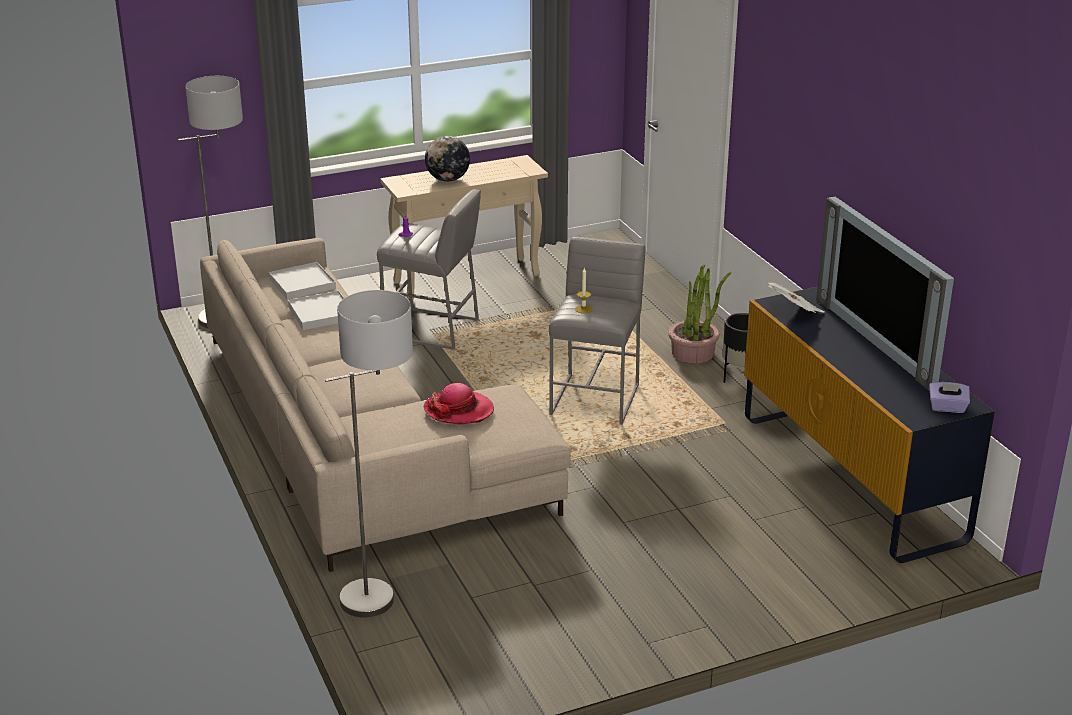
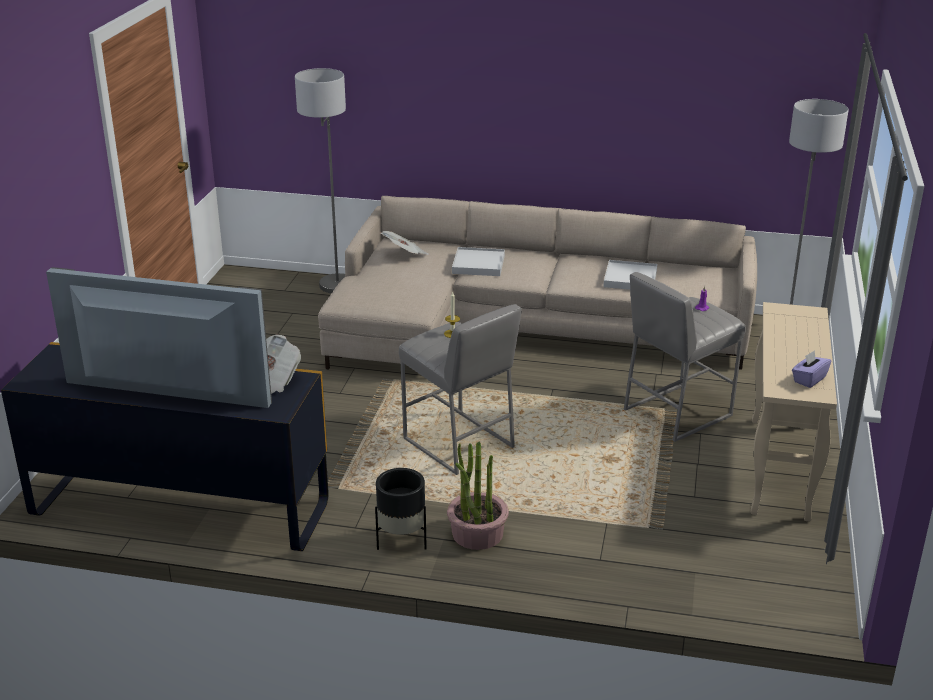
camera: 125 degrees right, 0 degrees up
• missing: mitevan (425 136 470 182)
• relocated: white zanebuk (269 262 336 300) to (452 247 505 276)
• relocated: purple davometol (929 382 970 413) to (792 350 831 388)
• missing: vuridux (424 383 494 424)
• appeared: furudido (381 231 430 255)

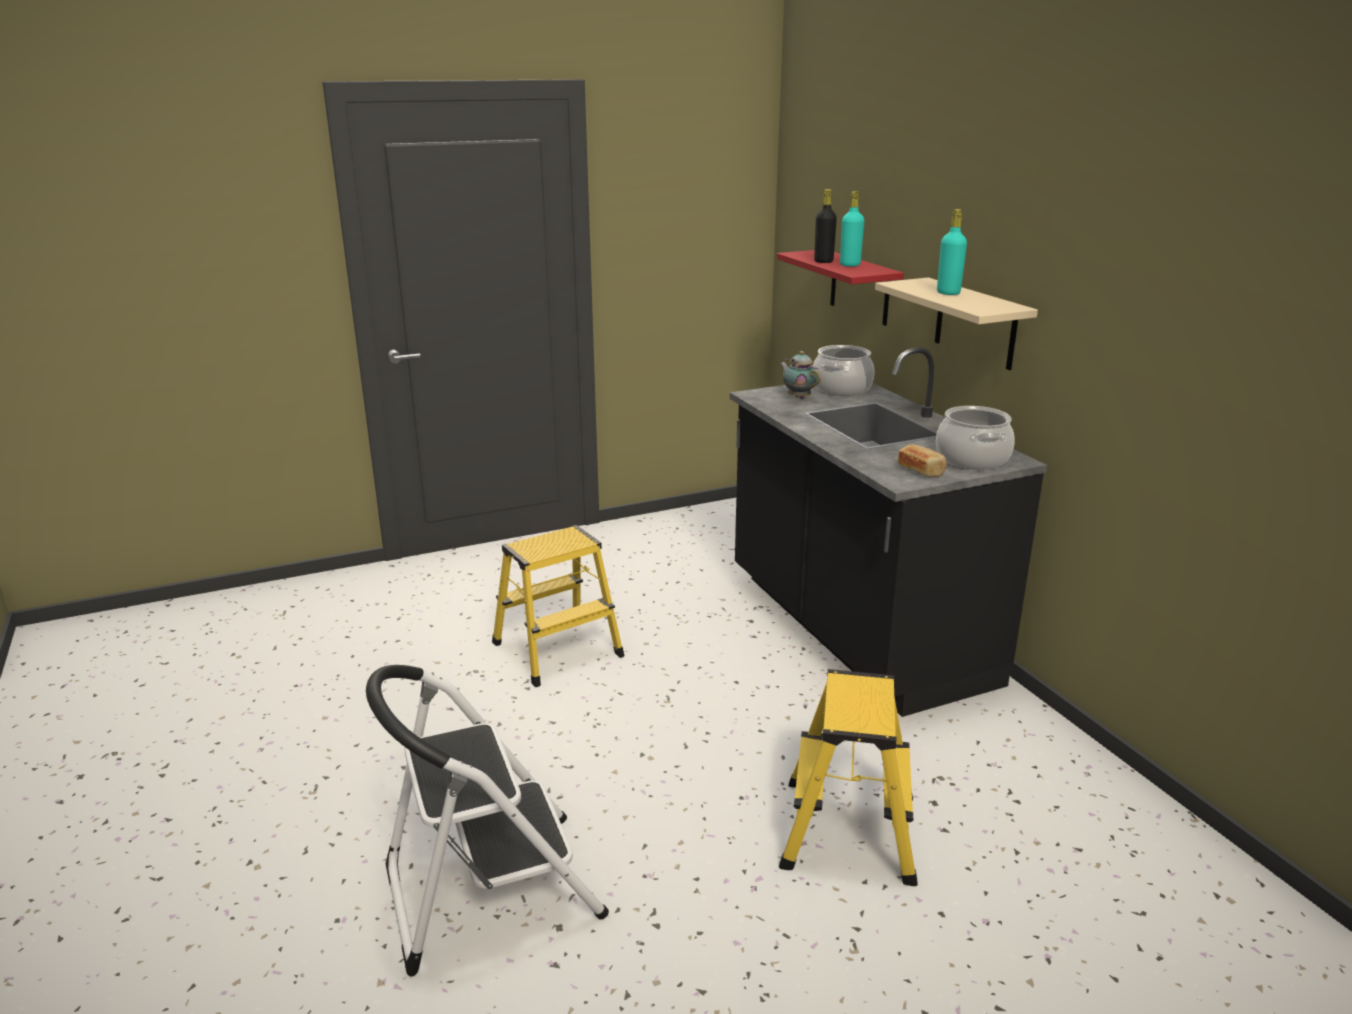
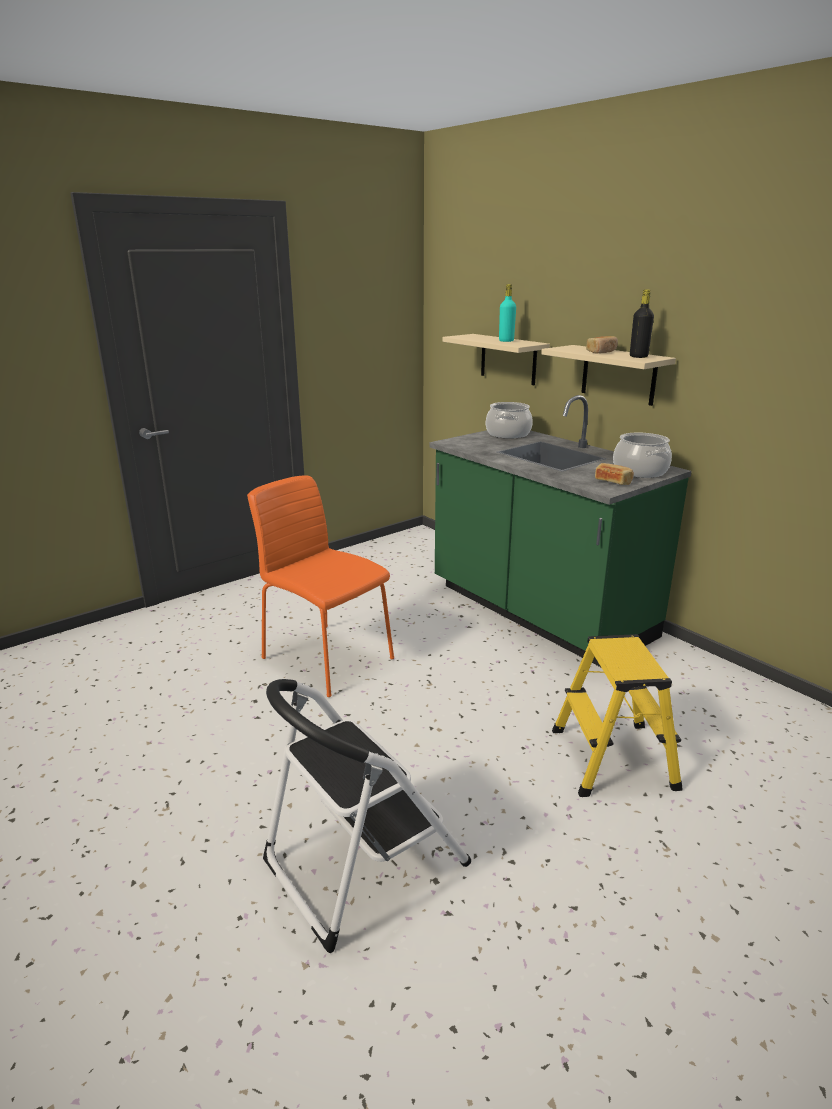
camera: 15 degrees left, 0 degrees up
• relocated: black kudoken (814 189 837 263) to (630 289 654 358)
• exchanged: turquoise kudoken (937 209 967 295) to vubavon (586 336 618 353)
• colour: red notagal (777 250 904 326) to beige notagal (443 334 550 385)
• colour: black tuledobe (730 347 1047 717) to green tuledobe (429 395 692 667)
• missing: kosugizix (779 351 821 399)
• exchanged: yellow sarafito (492 525 624 687) to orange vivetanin (247 475 394 697)

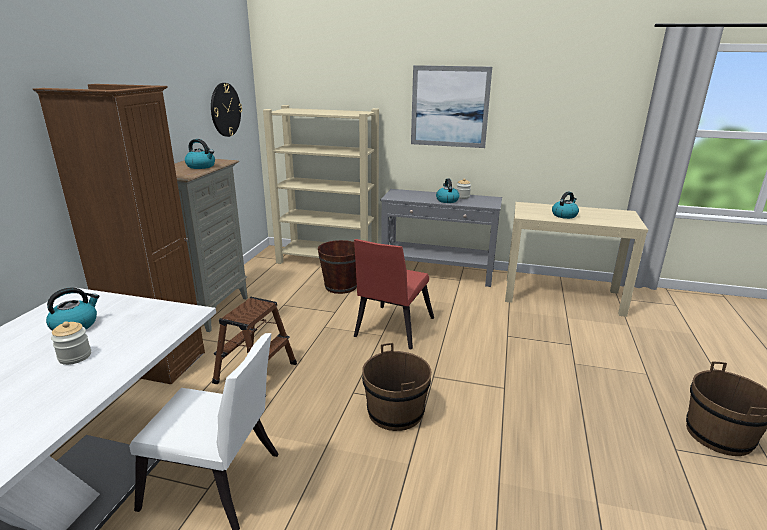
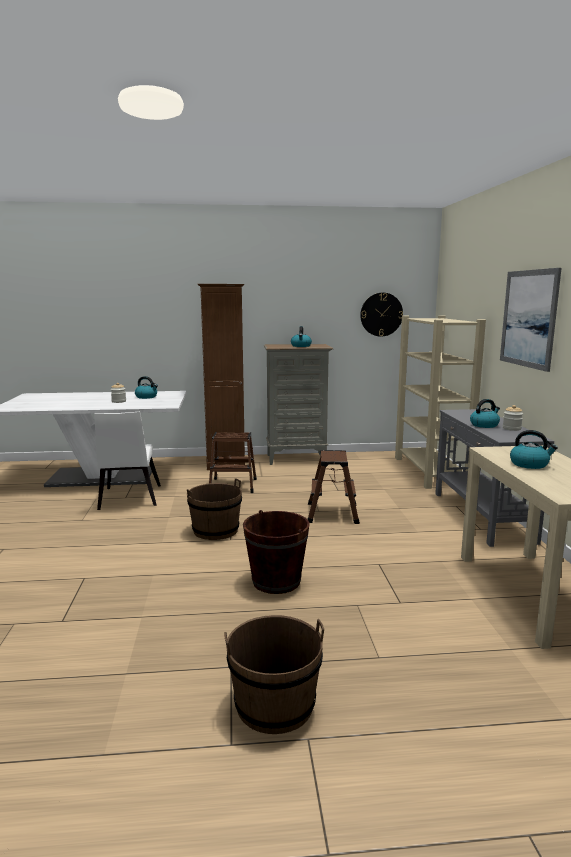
camera: 70 degrees right, 10 degrees down
• exchanged: red vivetanin (354 239 434 350) to brown sarafito (308 450 360 524)
• relocated: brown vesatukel (318 240 357 294) to (243 510 310 594)

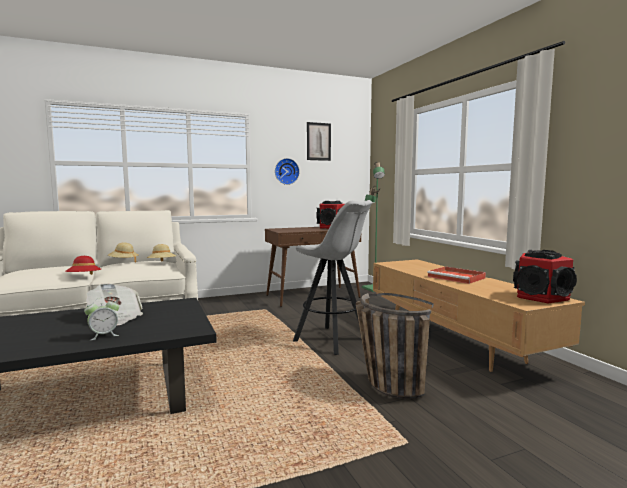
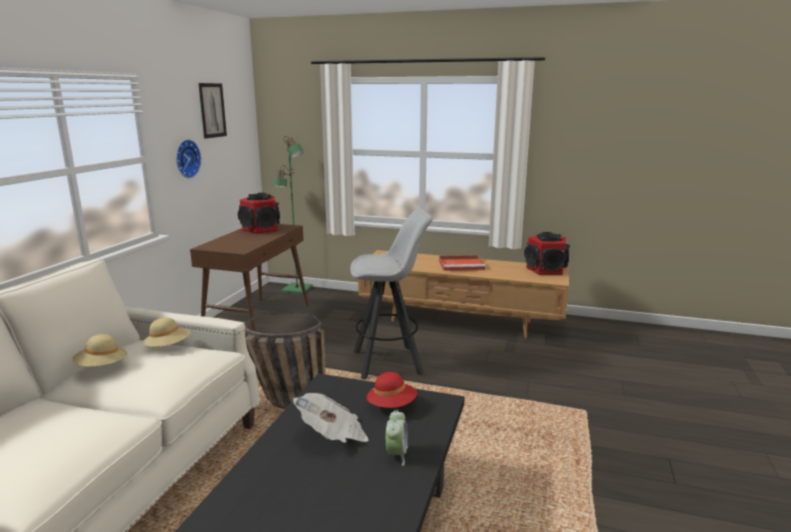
camera: 50 degrees left, 10 degrees up
• relocated: red vuridux (65 256 101 275) to (367 372 417 408)
• relocated: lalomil (356 293 434 399) to (244 312 326 409)

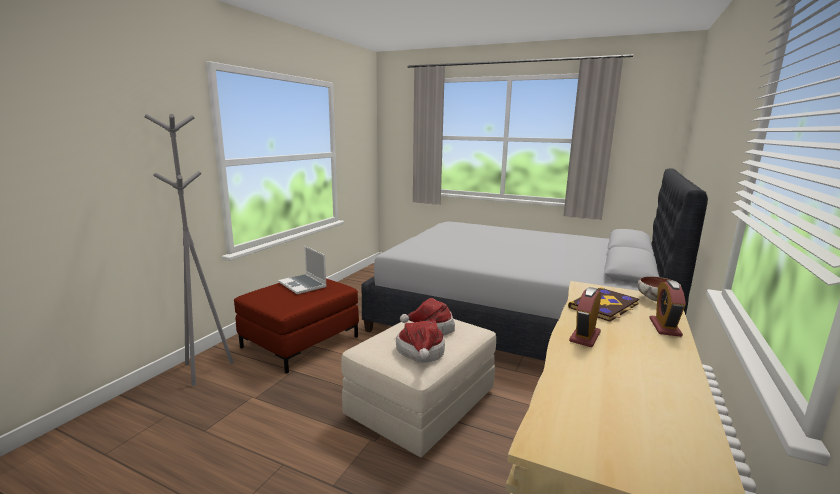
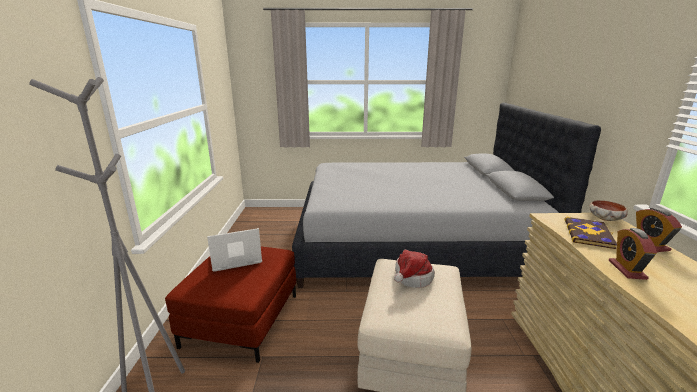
camera: 25 degrees left, 5 degrees up
• spun: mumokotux (278 246 327 294) = (207 228 262 272) 135 degrees clockwise
• missing: vuridux (396 321 445 363)

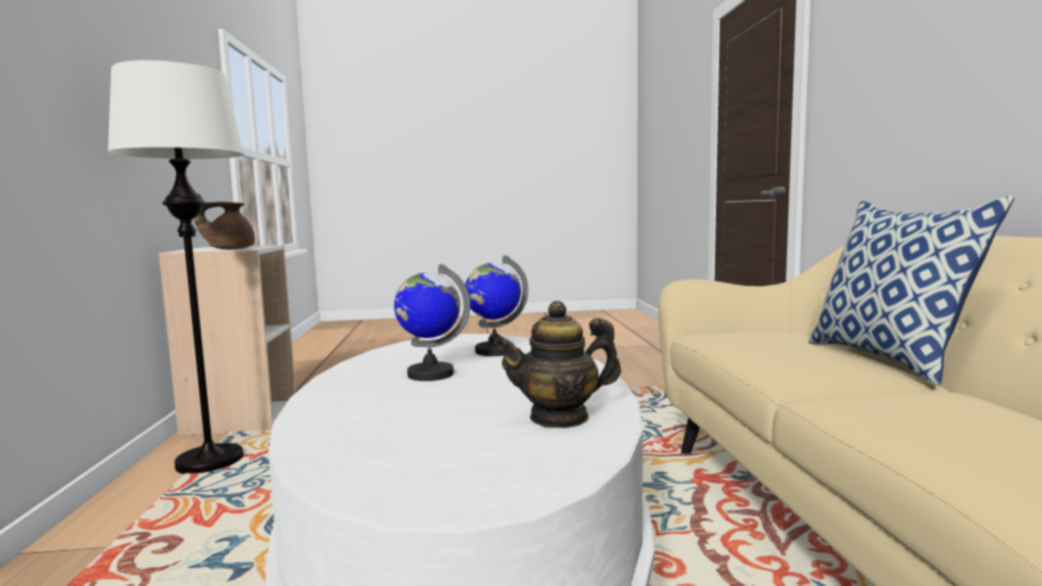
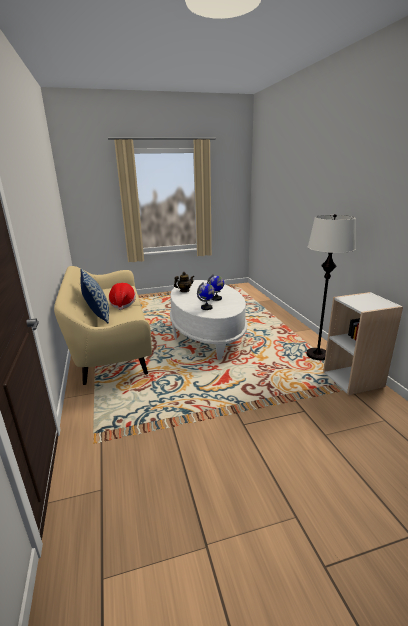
camera: 170 degrees right, 15 degrees up
• missing: brown kosugizix (194 194 255 249)
• appeared: vuridux (109 283 136 310)

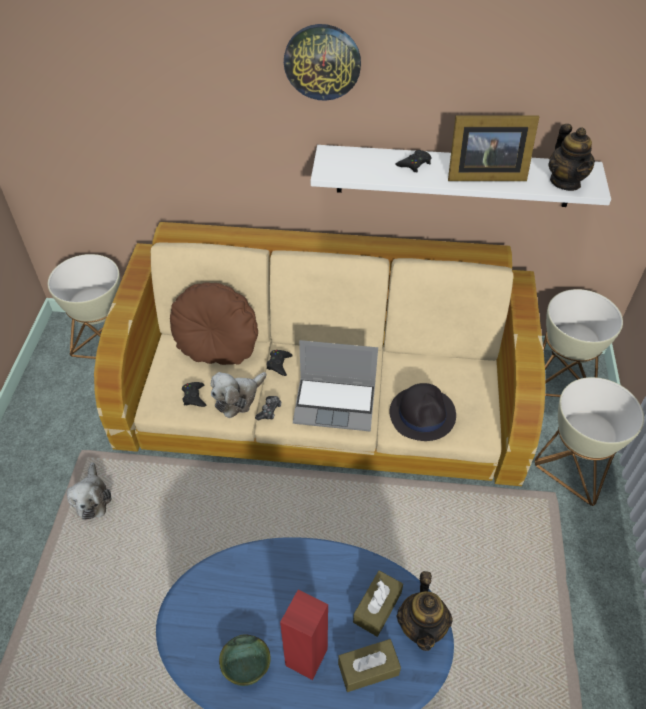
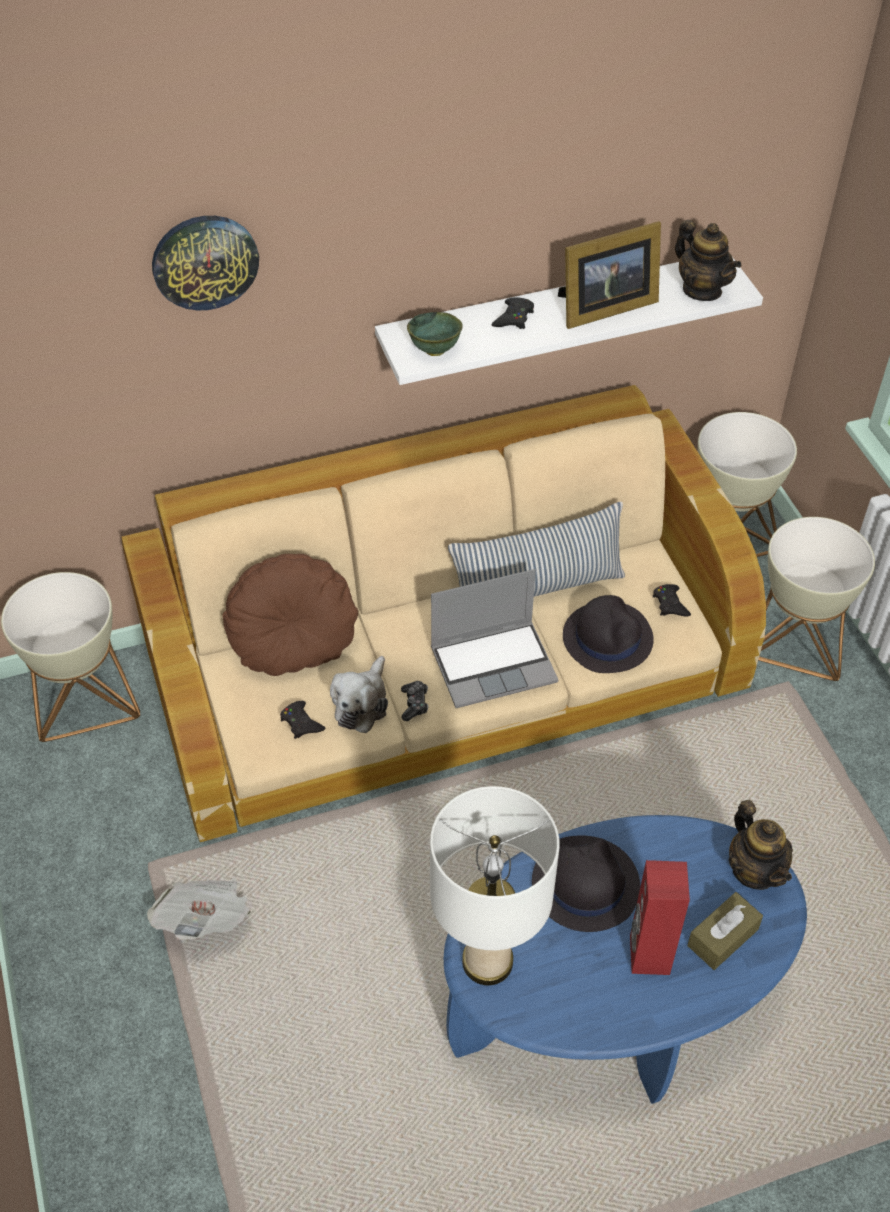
camera: 25 degrees left, 0 degrees up
• relocated: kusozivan (284 24 361 101) to (152 216 259 311)
• relocated: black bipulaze (267 350 293 376) to (653 584 691 616)
• exchanged: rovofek (67 462 111 520) to furudido (147 877 251 940)
• missing: brown davometol (353 570 403 637)
• relocated: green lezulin (219 634 271 686) to (407 312 463 356)
• appeared: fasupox (448 502 625 597)
• appeared: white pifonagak (430 786 560 985)
• appeared: black vuridux (532 836 640 932)

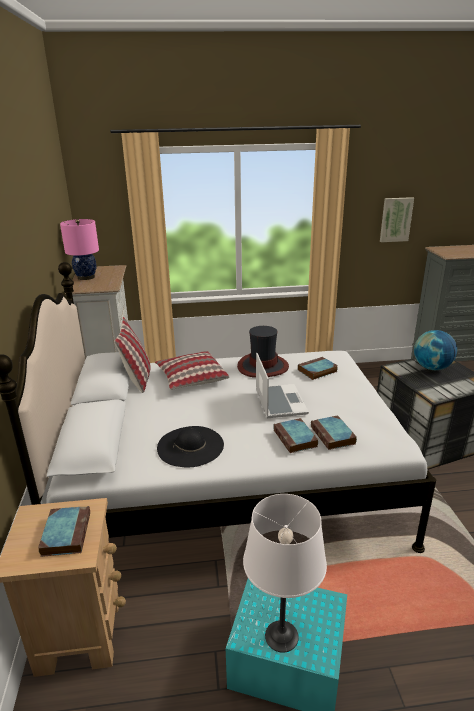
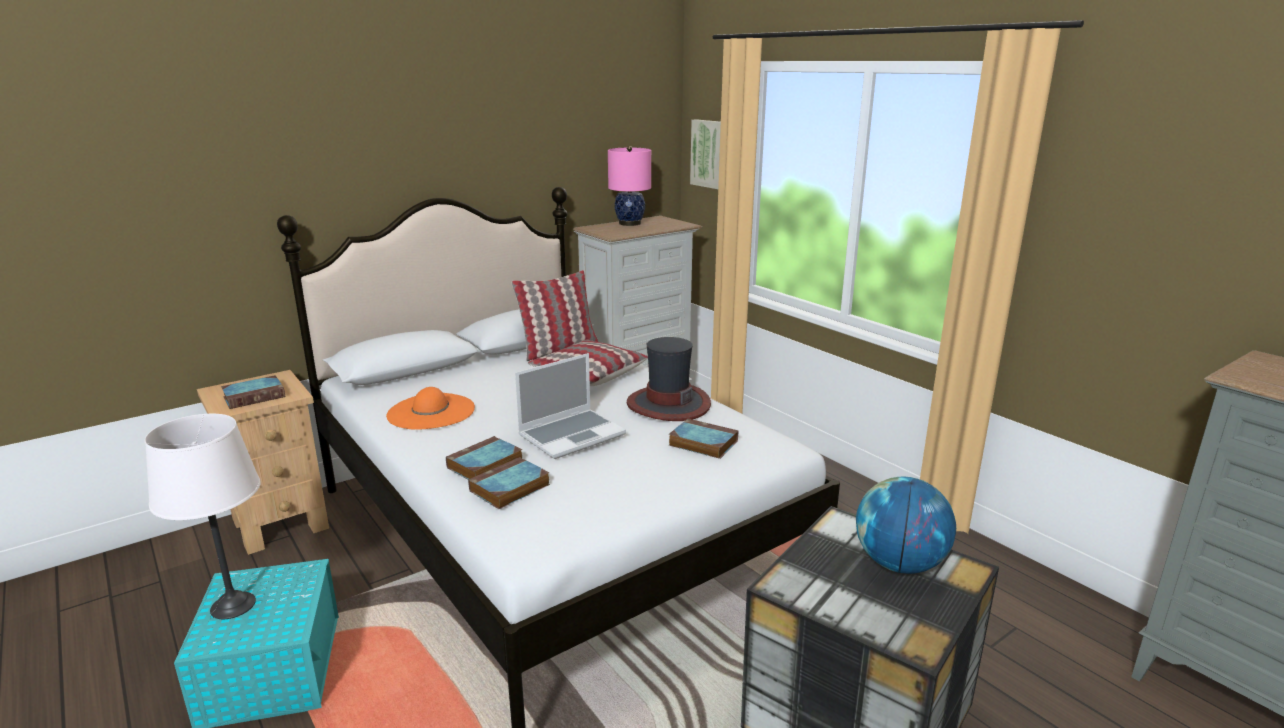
camera: 60 degrees right, 5 degrees down
• relocated: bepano (380 197 414 242) to (690 119 721 189)
• colour: black vuridux (157 426 224 467) to orange vuridux (386 387 475 430)

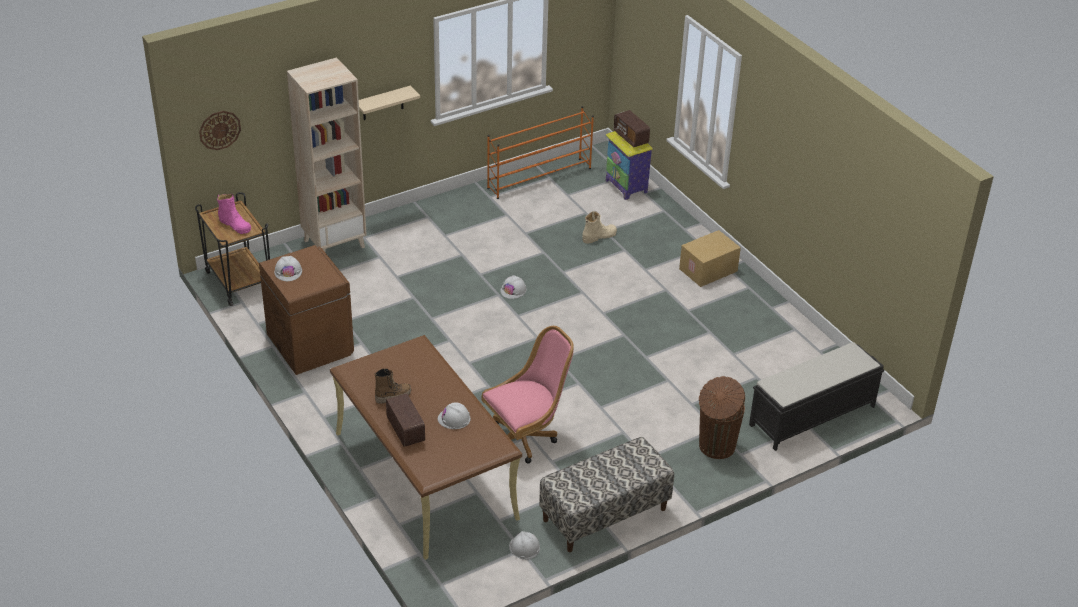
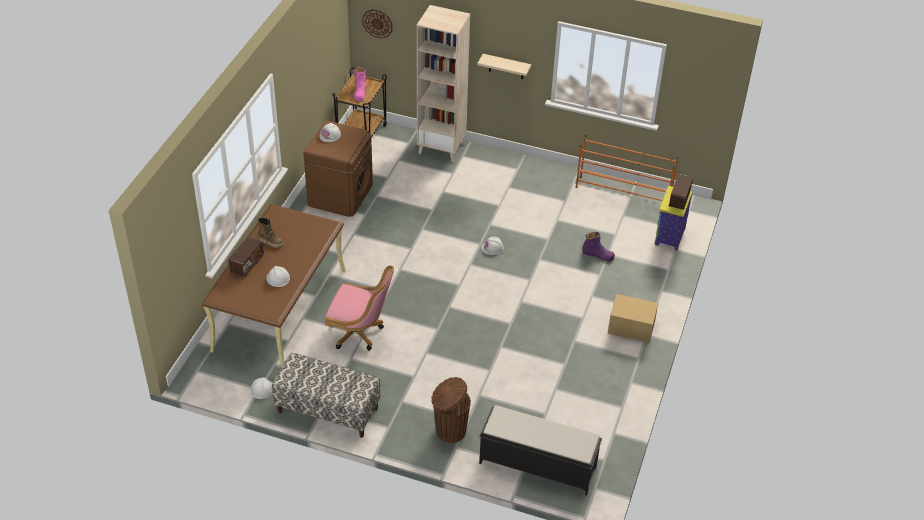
camera: 50 degrees right, 5 degrees up
• colour: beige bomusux (582 211 617 244) to purple bomusux (583 232 615 262)

